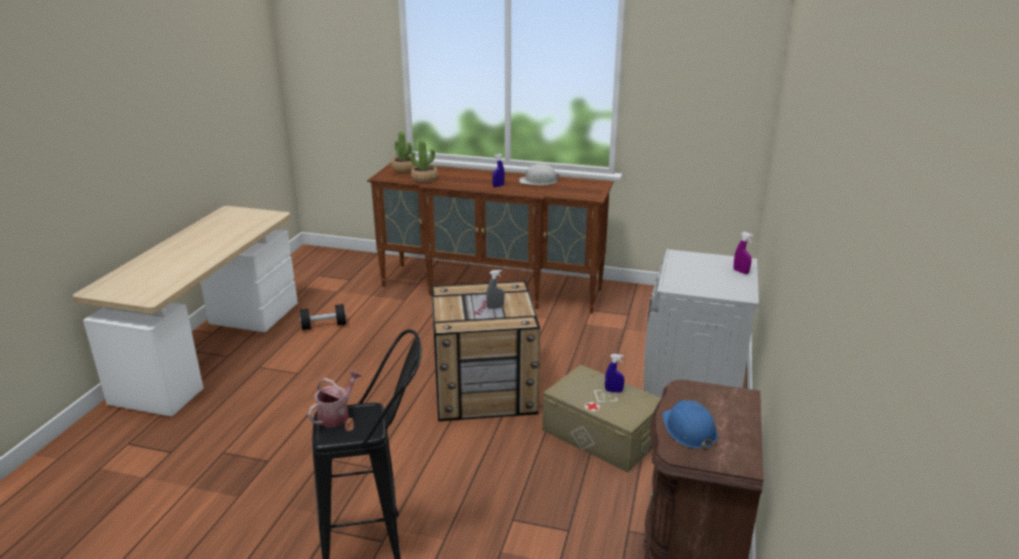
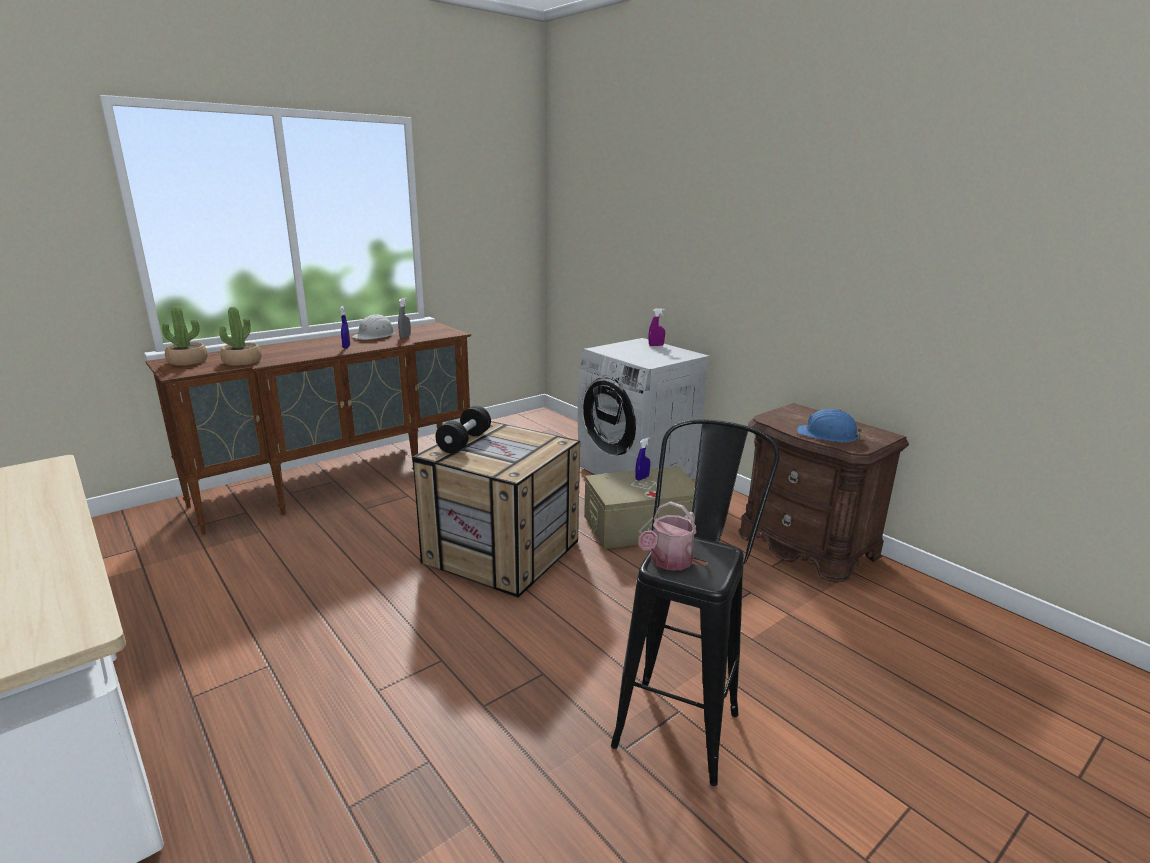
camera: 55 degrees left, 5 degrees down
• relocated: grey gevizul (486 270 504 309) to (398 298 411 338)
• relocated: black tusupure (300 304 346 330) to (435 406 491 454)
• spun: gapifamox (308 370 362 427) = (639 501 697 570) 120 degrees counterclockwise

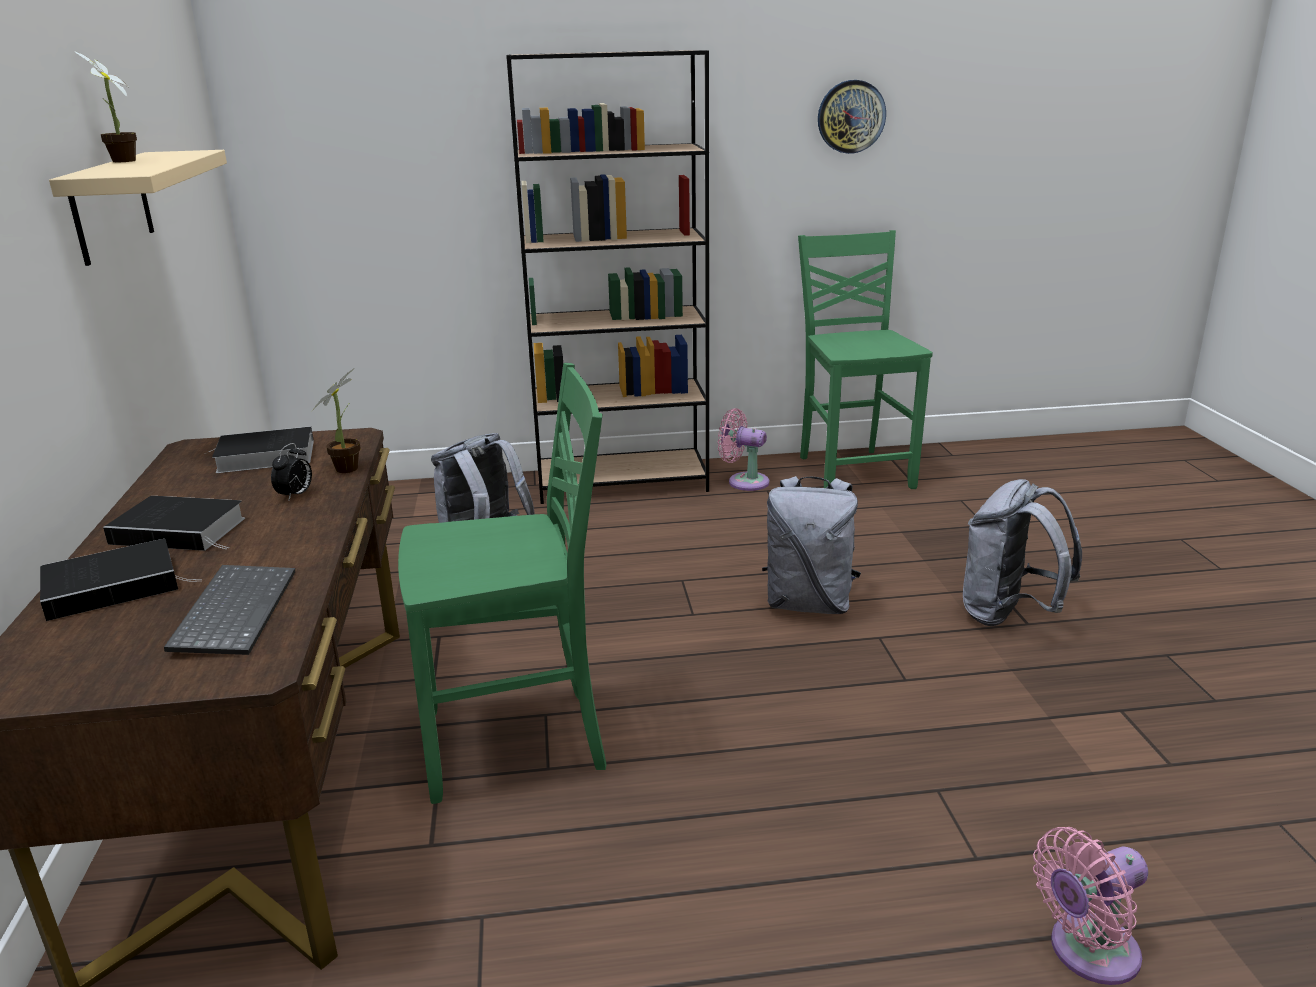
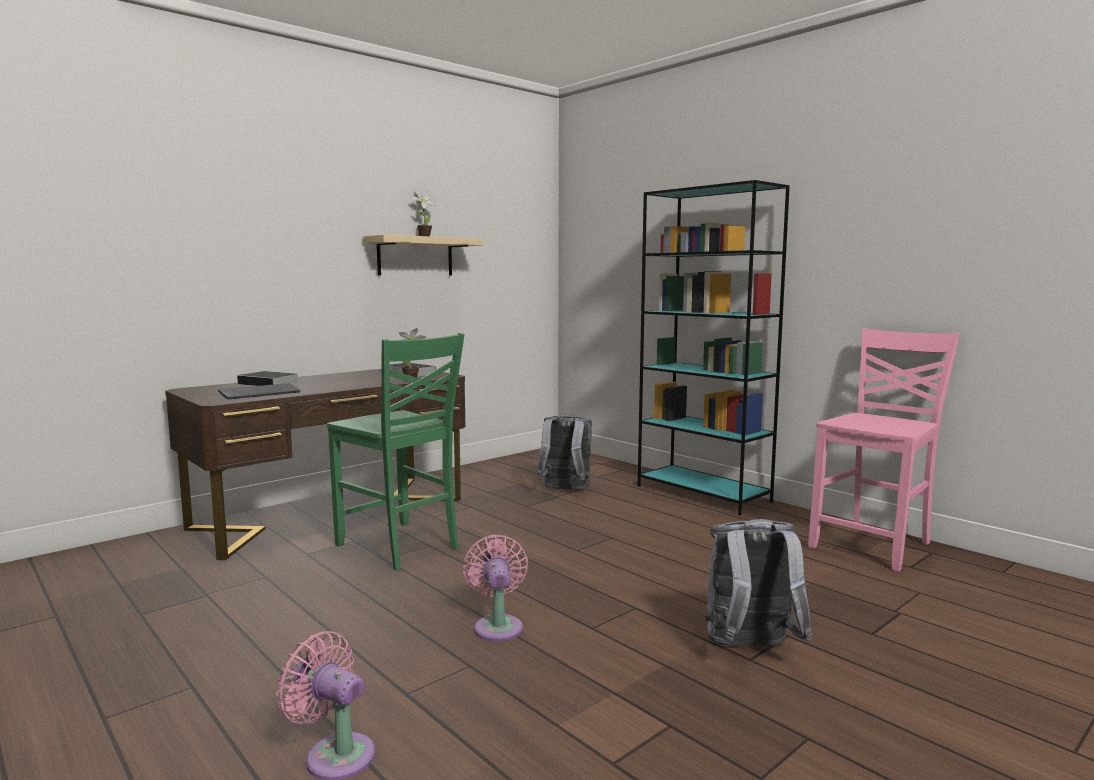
camera: 55 degrees right, 15 degrees down
• colour: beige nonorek (506 50 709 504) to turquoise nonorek (638 180 790 515)
• missing: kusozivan (818 80 886 154)
• colour: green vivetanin (798 230 933 489) to pink vivetanin (808 328 960 572)
• relocated: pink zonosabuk (718 408 770 491) to (463 535 528 641)
• missing: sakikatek (271 443 312 500)
• missing: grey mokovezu (762 476 861 614)
• missing: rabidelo (103 496 245 551)

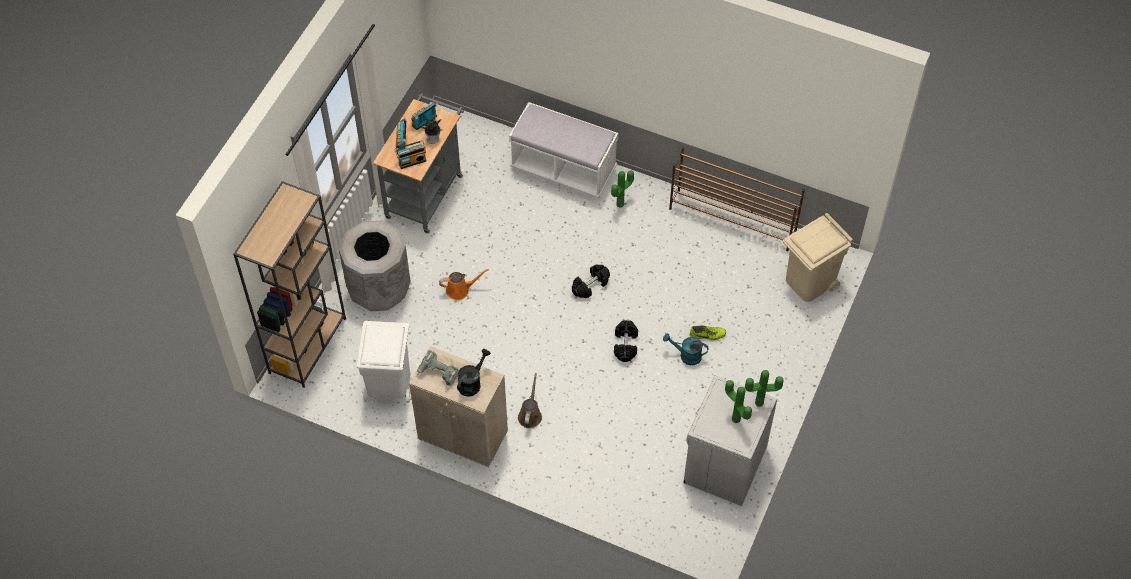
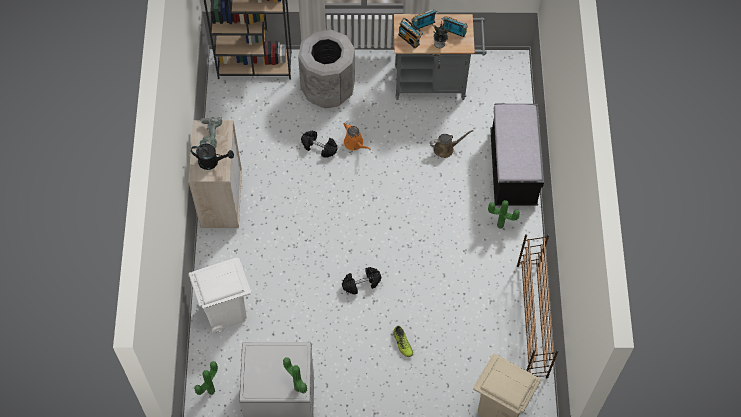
camera: 65 degrees right, 5 degrees up
• colour: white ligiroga (509 102 618 198) to black ligiroga (490 104 544 205)
• relocated: black tusupure (572 264 610 298) to (301 131 338 158)
• relocated: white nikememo (356 321 411 404) to (189 258 251 334)
• missing: turquoise gapifamox (663 333 708 365)
• relocated: brown gapifamox (518 373 542 428) to (430 130 473 158)
• relocated: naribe (725 380 752 423) to (194 361 218 395)

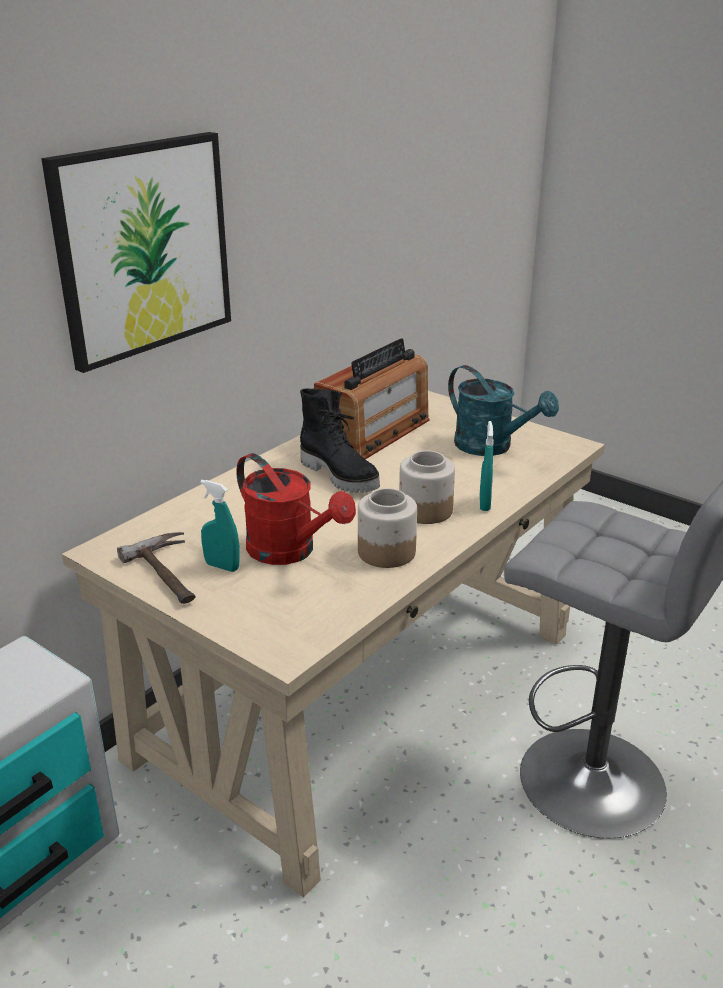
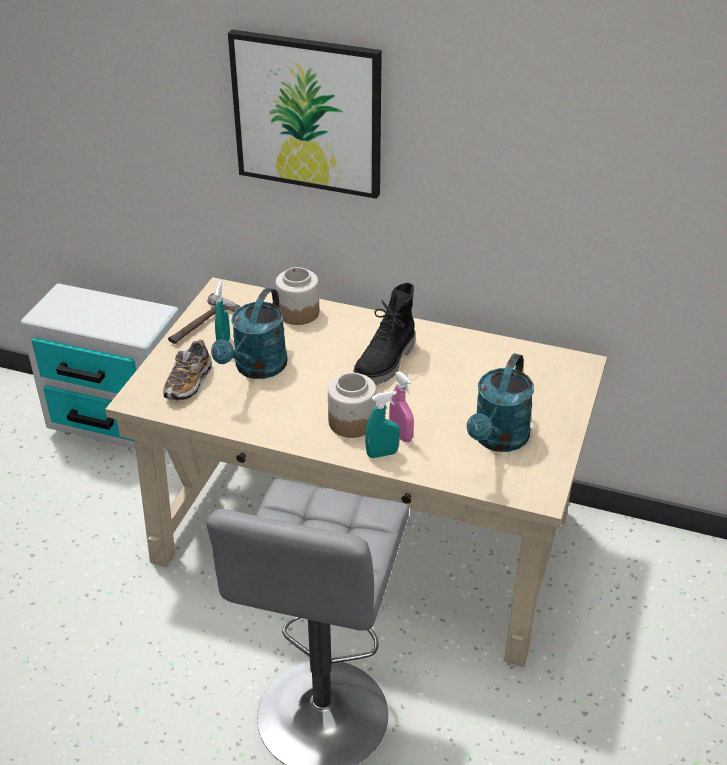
camera: 70 degrees right, 10 degrees up
• missing: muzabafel (314 338 430 459)
• colour: red gapifamox (236 453 356 565) to turquoise gapifamox (211 288 288 379)
• relocated: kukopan (358 488 417 568) to (276 267 319 325)
• appeared: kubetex (163 339 212 401)
• appeared: pink gevizul (389 372 414 442)

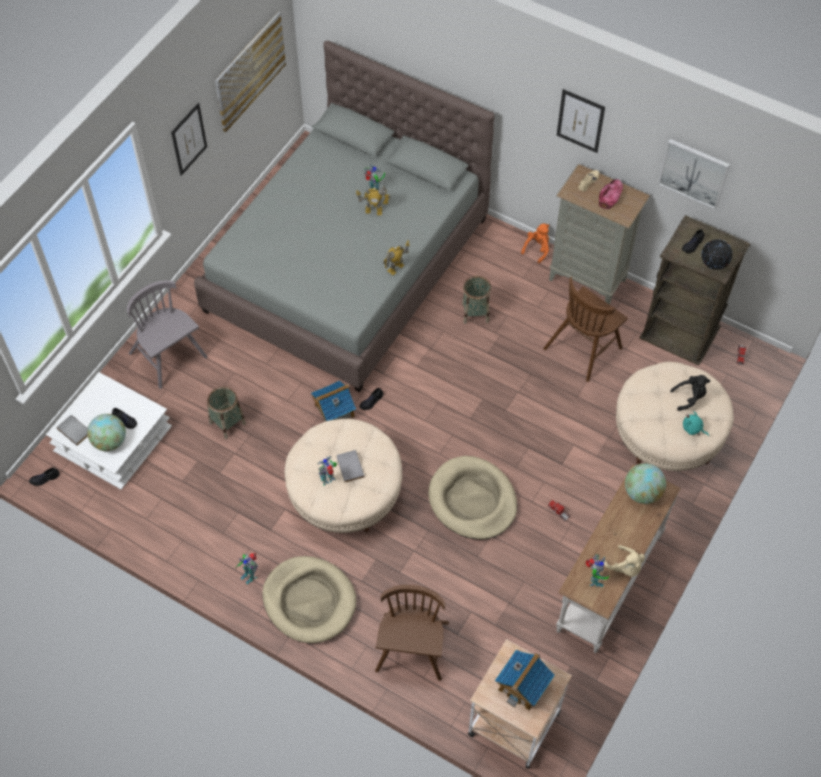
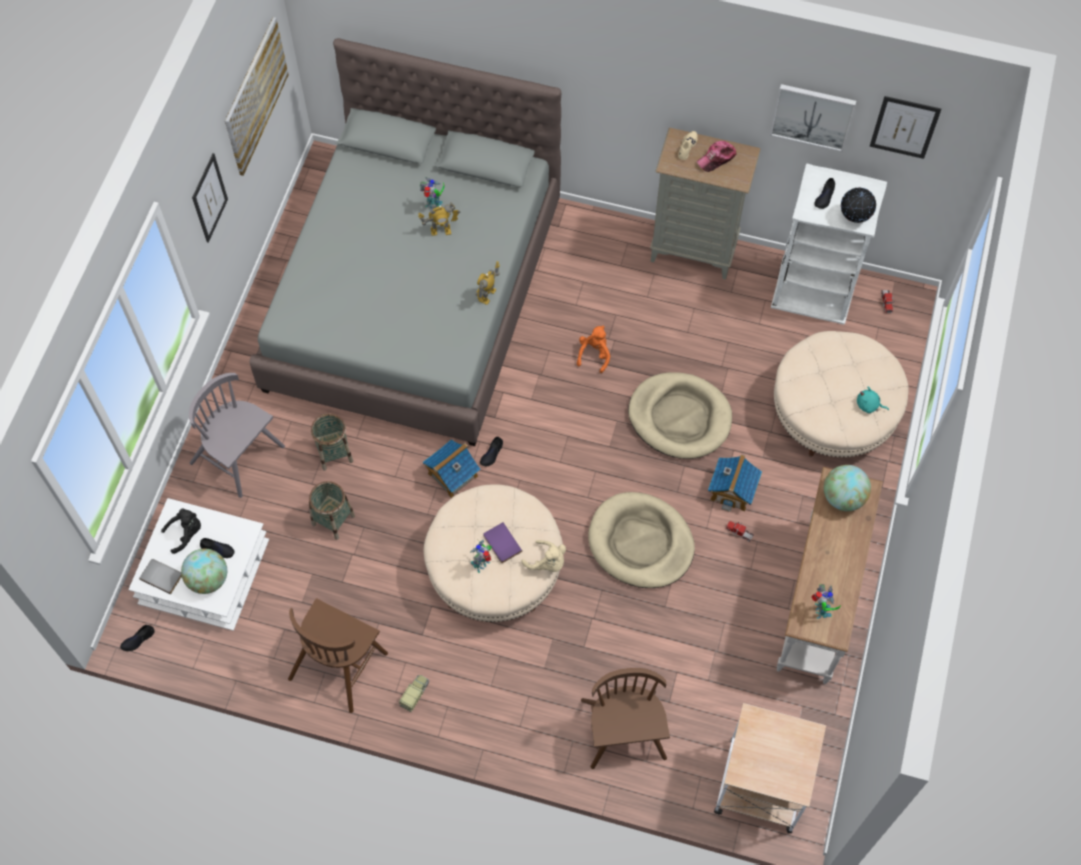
camera: 15 degrees left, 5 degrees up
• relocated: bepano (557 89 605 153) to (870 96 941 159)
• spun: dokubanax (599 179 623 209) = (697 141 737 172) 135 degrees counterclockwise
• colour: brown nonorek (640 215 750 365) to white nonorek (771 163 887 324)
• relocated: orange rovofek (521 224 549 263) to (577 325 610 373)
• relocated: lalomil (462 275 492 324) to (311 413 353 471)
• relocated: brown vivetanin (543 277 628 382) to (288 598 388 713)
• relocated: black rovofek (670 375 710 411) to (161 509 201 554)
• colour: grey rabidelo (337 450 365 482) to purple rabidelo (483 522 522 563)
• relocated: beige rovofek (604 545 645 577) to (522 540 566 572)
• exchanged: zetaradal (236 553 258 584) to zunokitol (399 675 429 712)
• relocated: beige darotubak (262 556 356 643) to (628 372 732 459)
• relocated: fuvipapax (495 650 555 710) to (708 454 762 512)

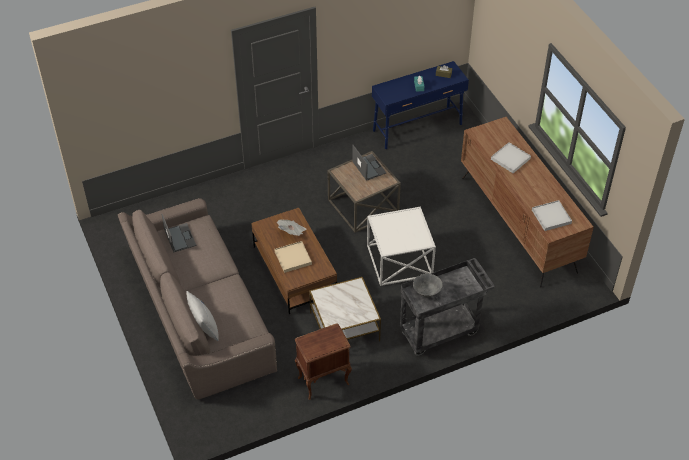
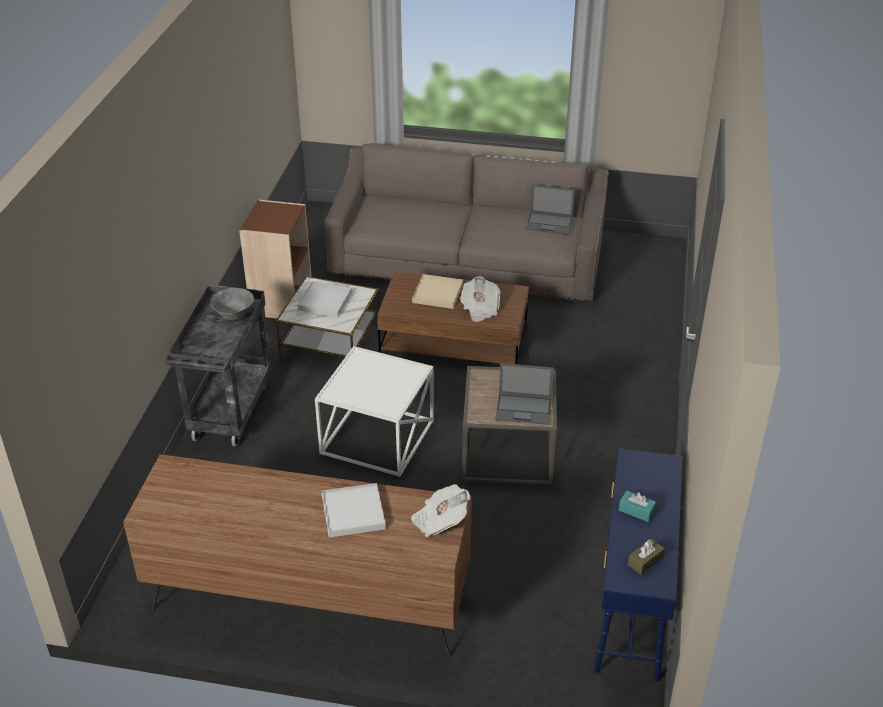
camera: 125 degrees right, 10 degrees down
• relocated: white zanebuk (532 200 572 231) to (297 281 352 317)
• missing: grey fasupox (186 291 219 341)
• exchanged: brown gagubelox (295 323 352 400) to brown nonorek (239 199 311 319)
• appeared: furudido (411 484 471 537)

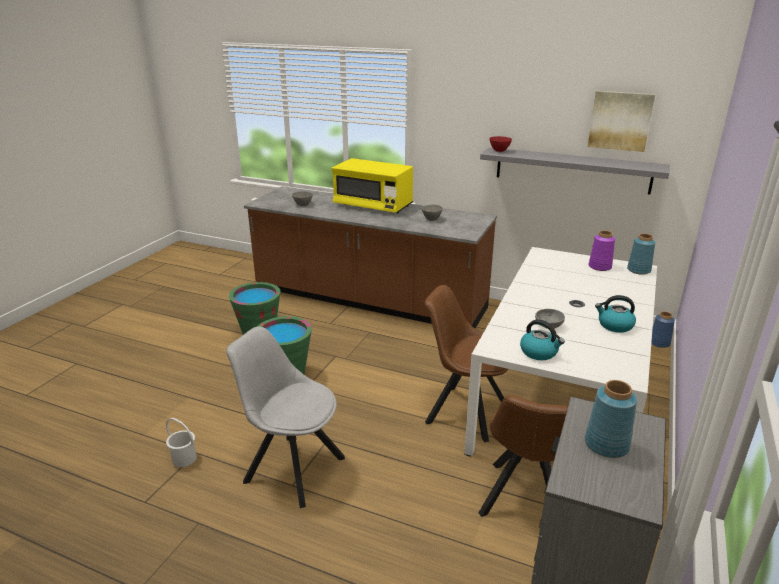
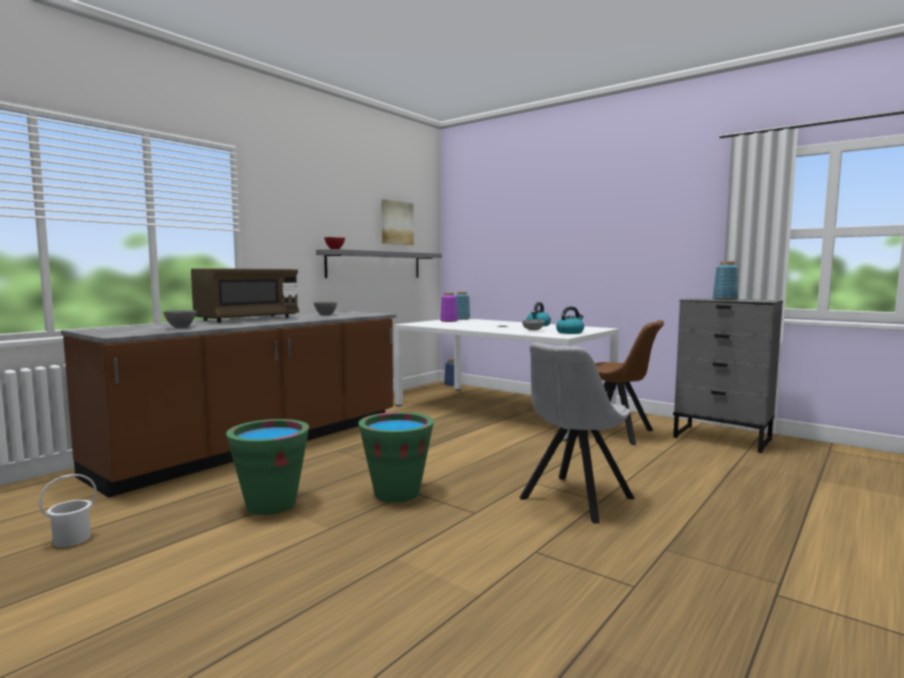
camera: 75 degrees left, 20 degrees down
• colour: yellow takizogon (331 158 413 213) to brown takizogon (191 268 299 323)
• missing: brown vivetanin (425 285 508 442)
• relocated: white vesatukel (166 418 197 467) to (39 474 97 547)

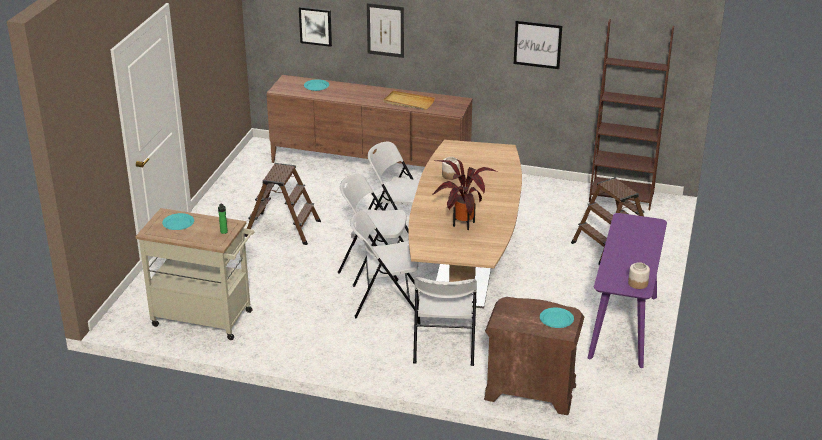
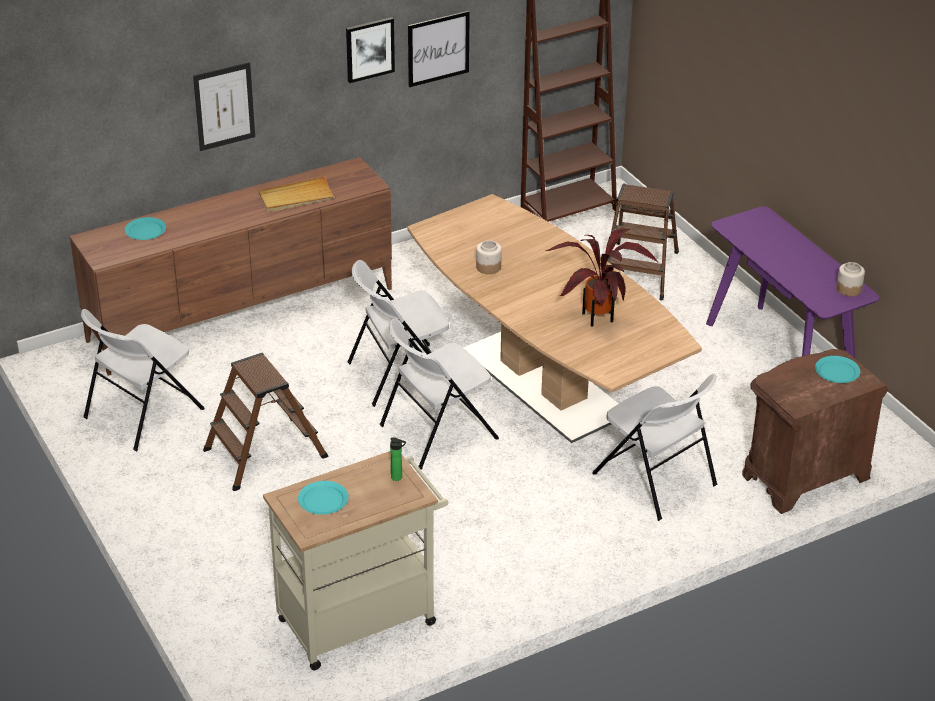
camera: 45 degrees left, 5 degrees up
• relocated: bepano (299 7 332 47) to (346 17 395 83)
• relocated: white vivetanin (350 211 418 318) to (81 309 204 452)

